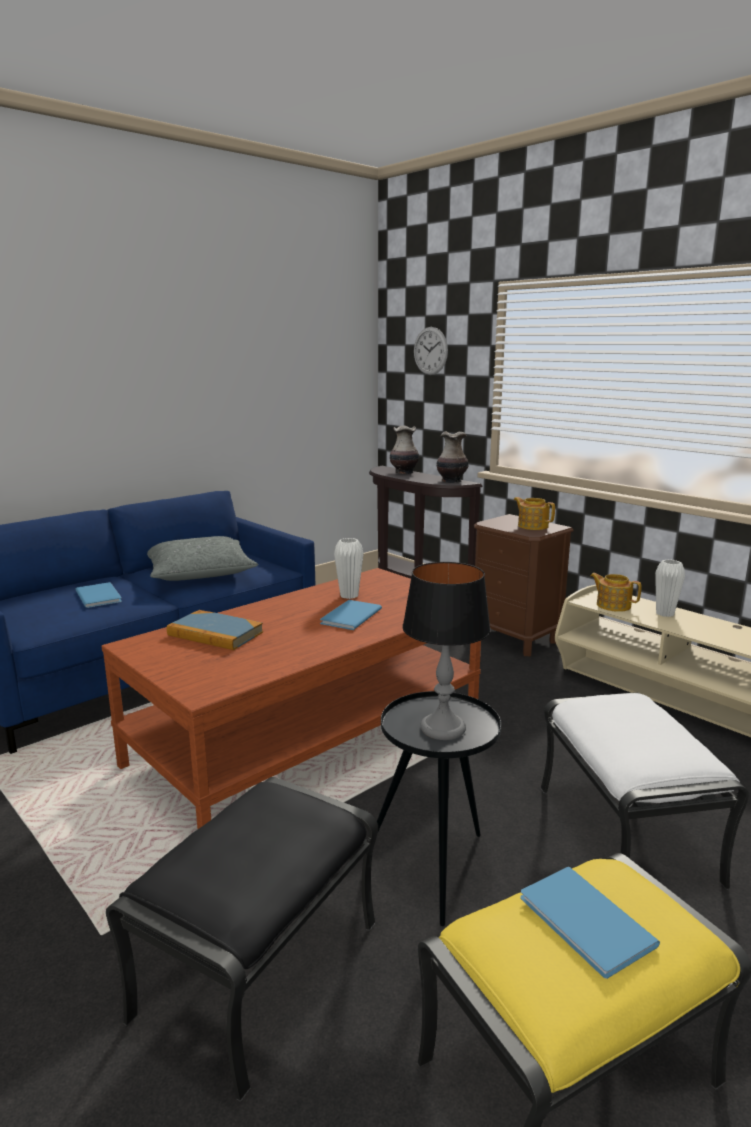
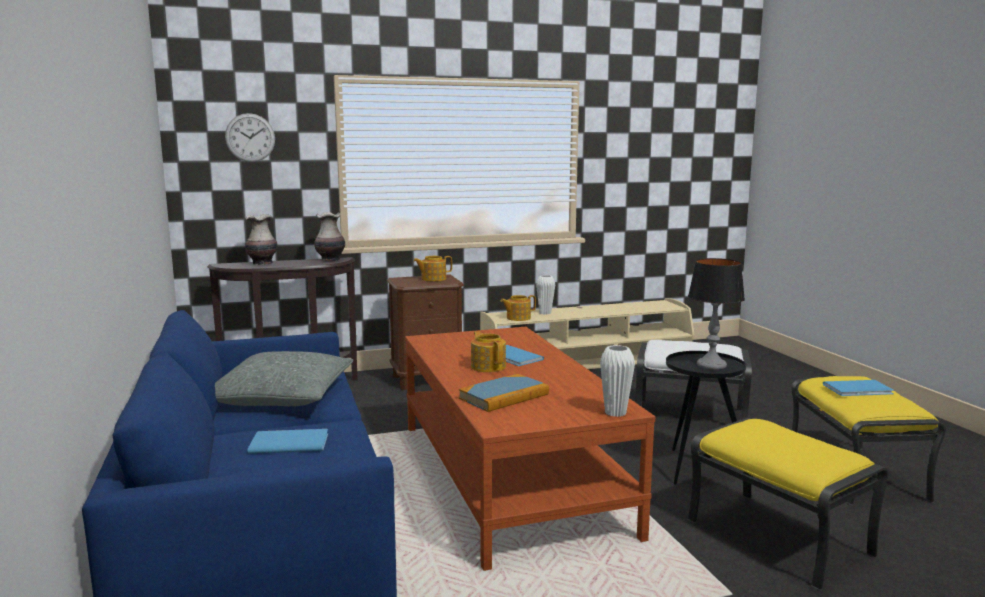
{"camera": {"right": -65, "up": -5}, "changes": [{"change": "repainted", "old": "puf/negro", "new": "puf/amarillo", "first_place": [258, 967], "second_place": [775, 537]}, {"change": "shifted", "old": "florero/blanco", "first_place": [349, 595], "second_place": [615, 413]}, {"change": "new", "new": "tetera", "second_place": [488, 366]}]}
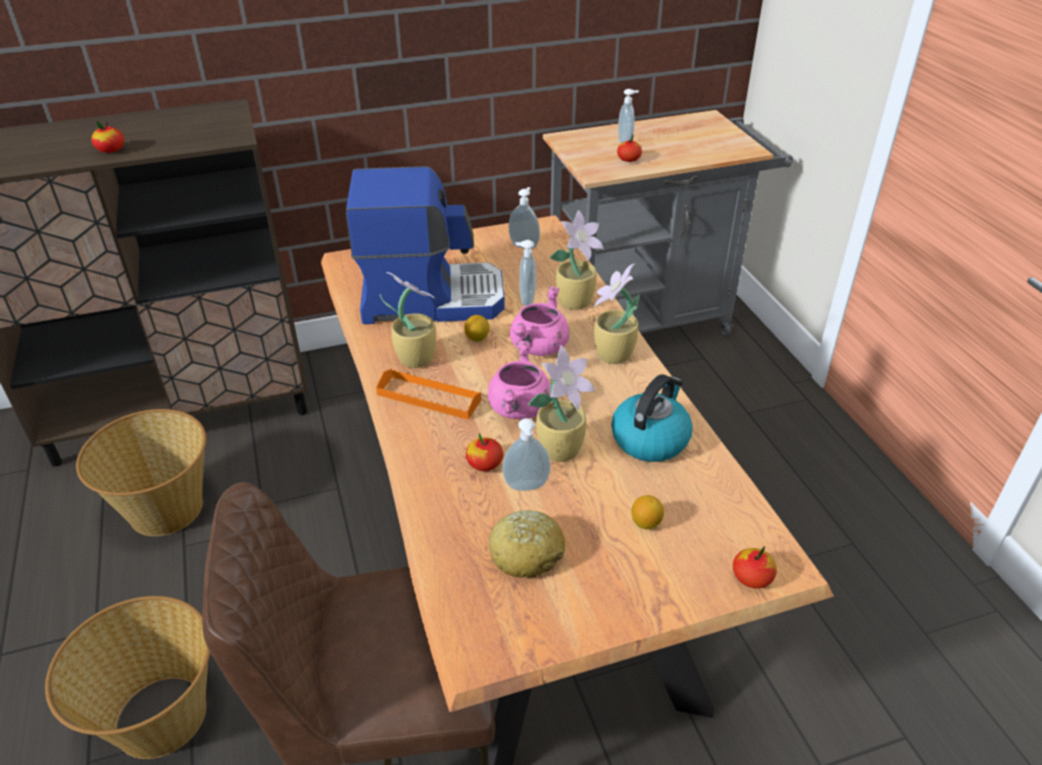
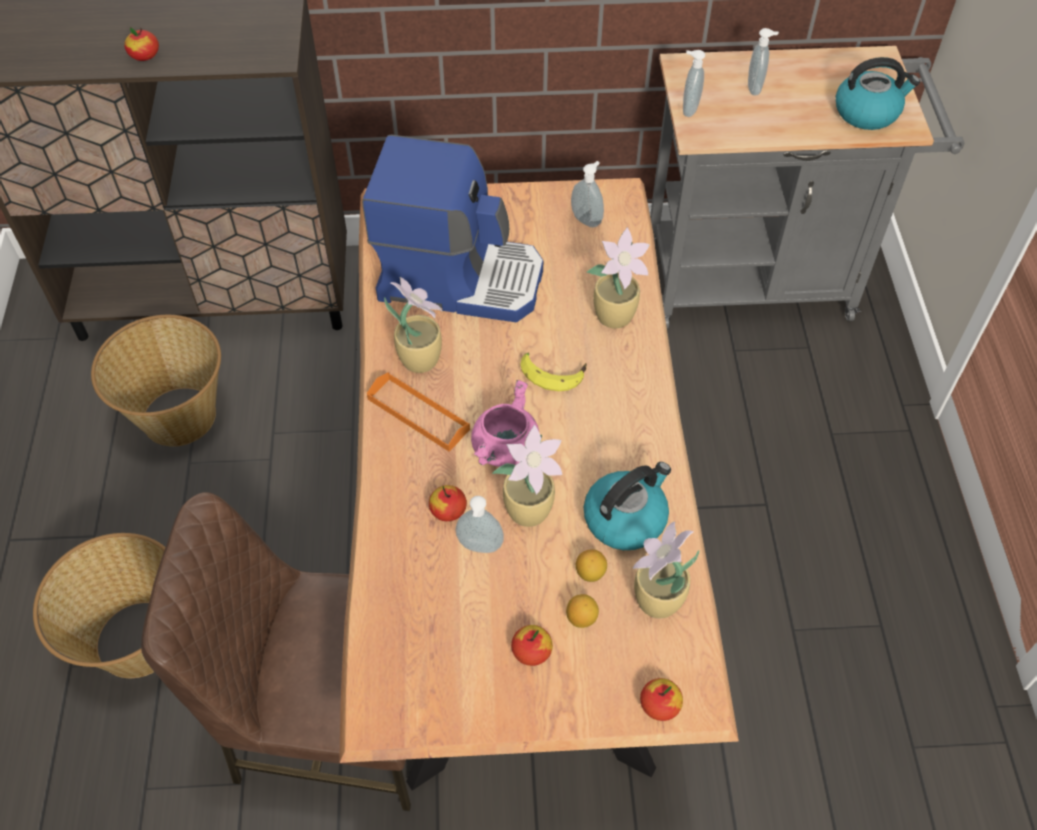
{"camera": {"right": 15, "up": 15}, "changes": [{"change": "shifted", "old": "limón", "first_place": [477, 338], "second_place": [590, 573]}, {"change": "gone", "old": "pan", "first_place": [527, 553]}, {"change": "swapped", "old": "olla/rosa", "new": "plátano", "first_place": [539, 347], "second_place": [553, 372]}, {"change": "shifted", "old": "dispensador de jabón", "first_place": [525, 300], "second_place": [688, 109]}, {"change": "shifted", "old": "planta en maceta", "first_place": [612, 356], "second_place": [656, 602]}, {"change": "shifted", "old": "manzana", "first_place": [628, 160], "second_place": [531, 651]}, {"change": "new", "new": "hervidor", "second_place": [867, 112]}]}
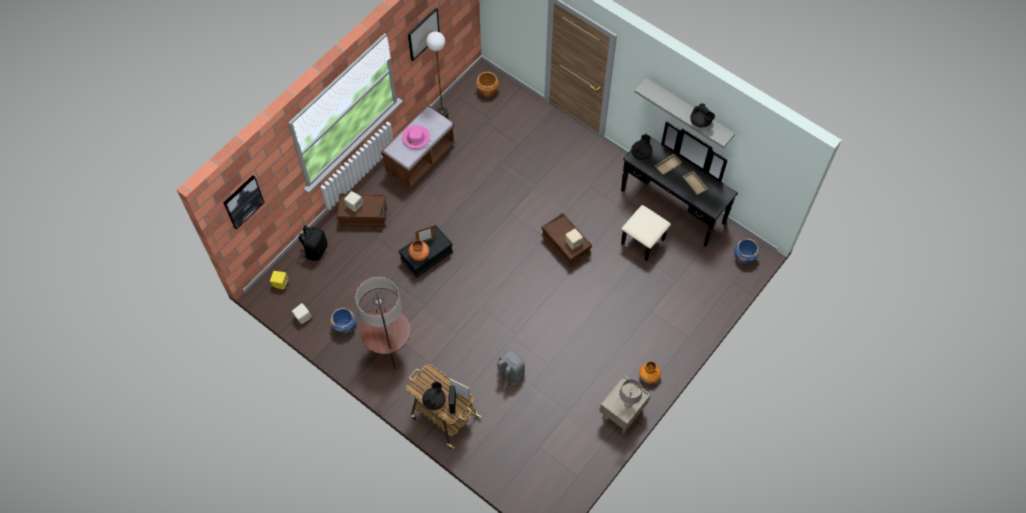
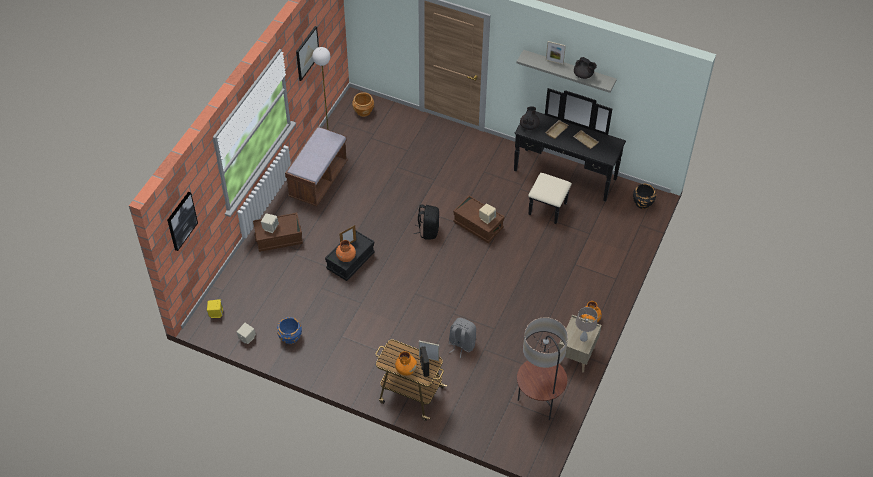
{"camera": {"right": -15, "up": -10}, "changes": [{"change": "shifted", "old": "mochila/negro", "first_place": [315, 250], "second_place": [428, 231]}, {"change": "shifted", "old": "lámpara de pie", "first_place": [390, 351], "second_place": [538, 405]}, {"change": "gone", "old": "sombrero/rosa", "first_place": [415, 138]}, {"change": "swapped", "old": "tetera/negro", "new": "florero/naranja", "first_place": [434, 401], "second_place": [406, 369]}, {"change": "repainted", "old": "maceta/azul", "new": "maceta/negro", "first_place": [744, 257], "second_place": [642, 203]}, {"change": "new", "new": "portarretratos", "second_place": [554, 62]}]}
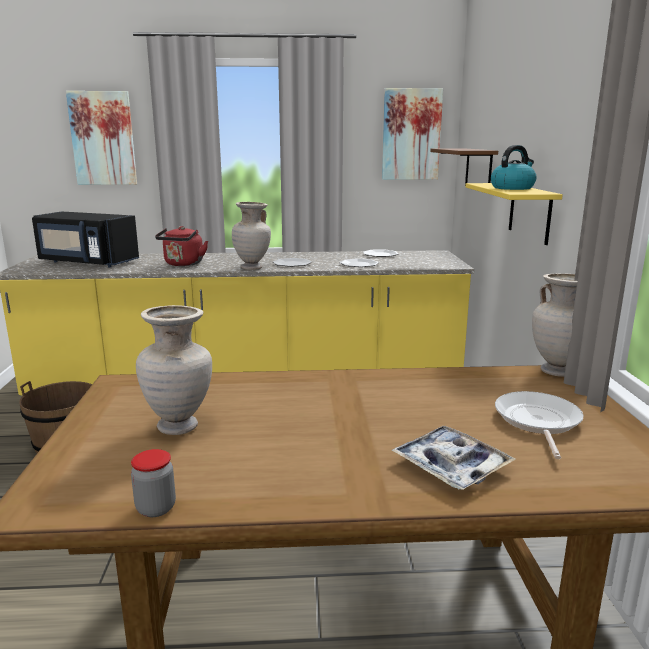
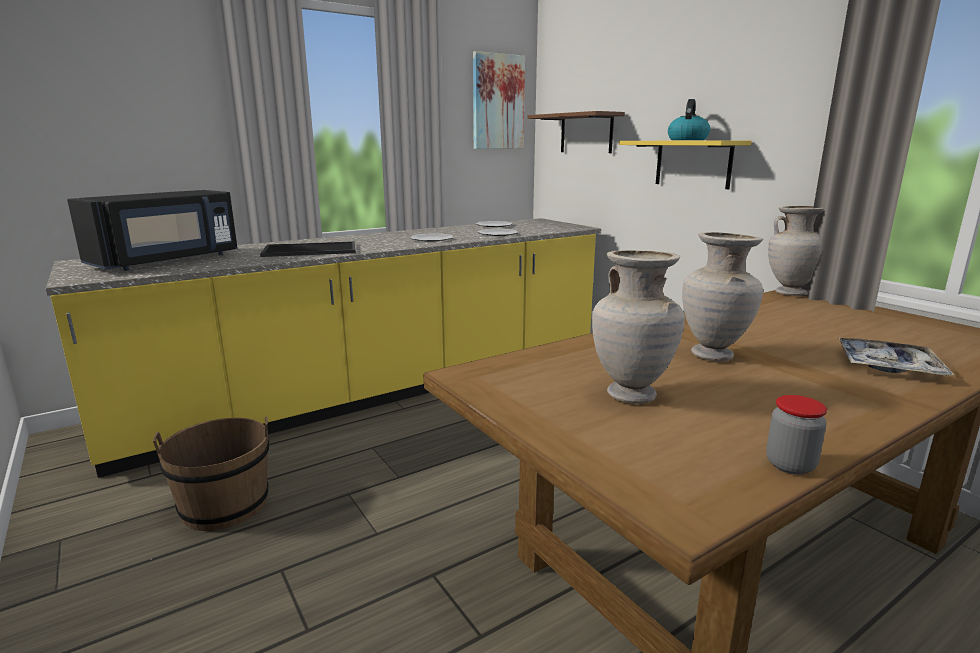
{"camera": {"right": -30, "up": 0}, "changes": [{"change": "rotated", "old": "microondas/negro", "first_place": [87, 262], "second_place": [168, 261], "degrees": -45}, {"change": "gone", "old": "cuadro", "first_place": [103, 138]}, {"change": "swapped", "old": "hervidor/rojo", "new": "bandeja", "first_place": [183, 264], "second_place": [309, 250]}, {"change": "shifted", "old": "florero/beis", "first_place": [252, 268], "second_place": [713, 355]}, {"change": "gone", "old": "sartén", "first_place": [537, 421]}]}
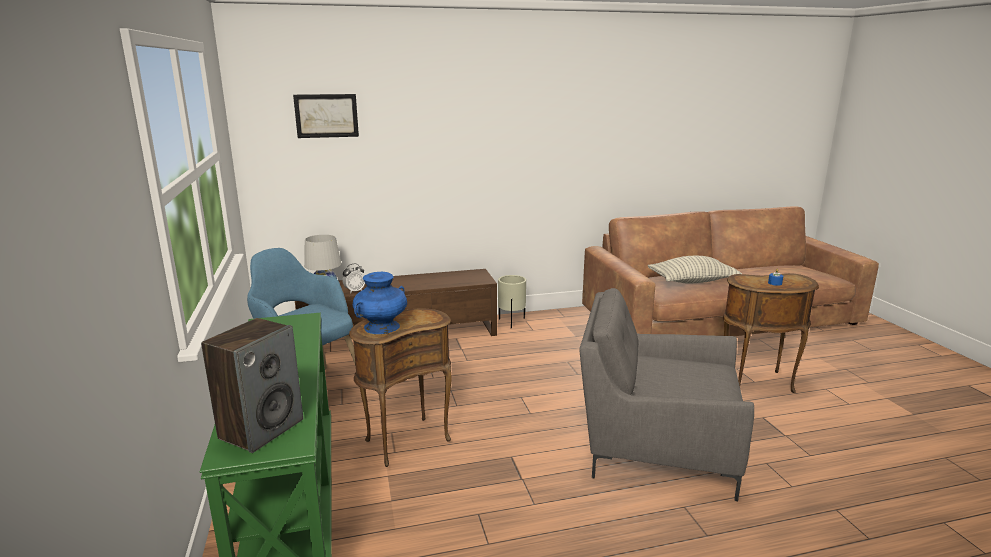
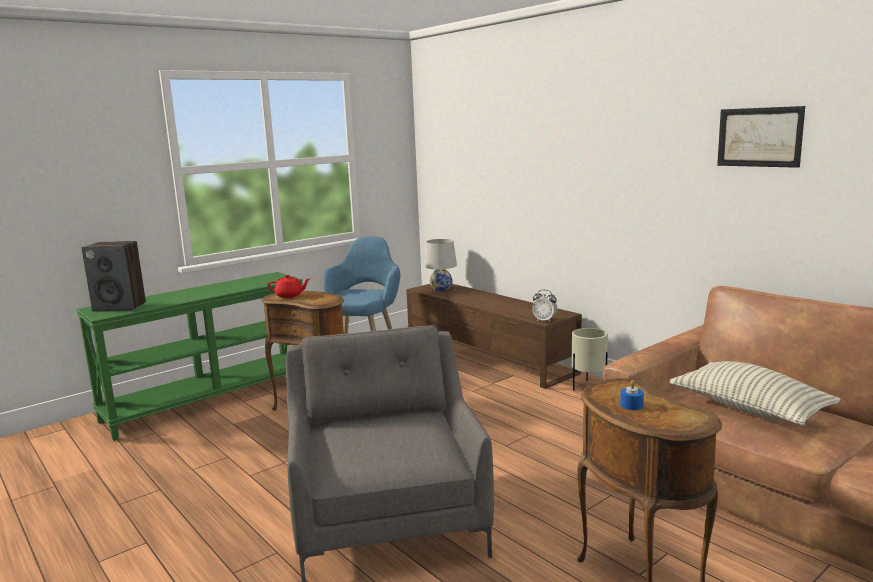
{"camera": {"right": 65, "up": -5}, "changes": [{"change": "shifted", "old": "cuadro", "first_place": [326, 116], "second_place": [759, 137]}, {"change": "shifted", "old": "despertador", "first_place": [354, 291], "second_place": [544, 320]}, {"change": "swapped", "old": "florero/azul", "new": "tetera/rojo", "first_place": [382, 327], "second_place": [289, 295]}]}
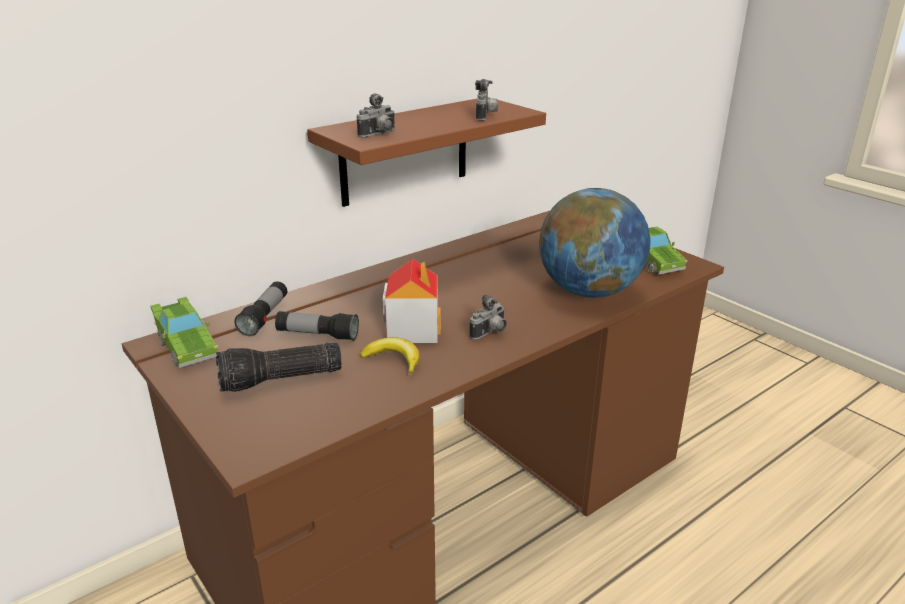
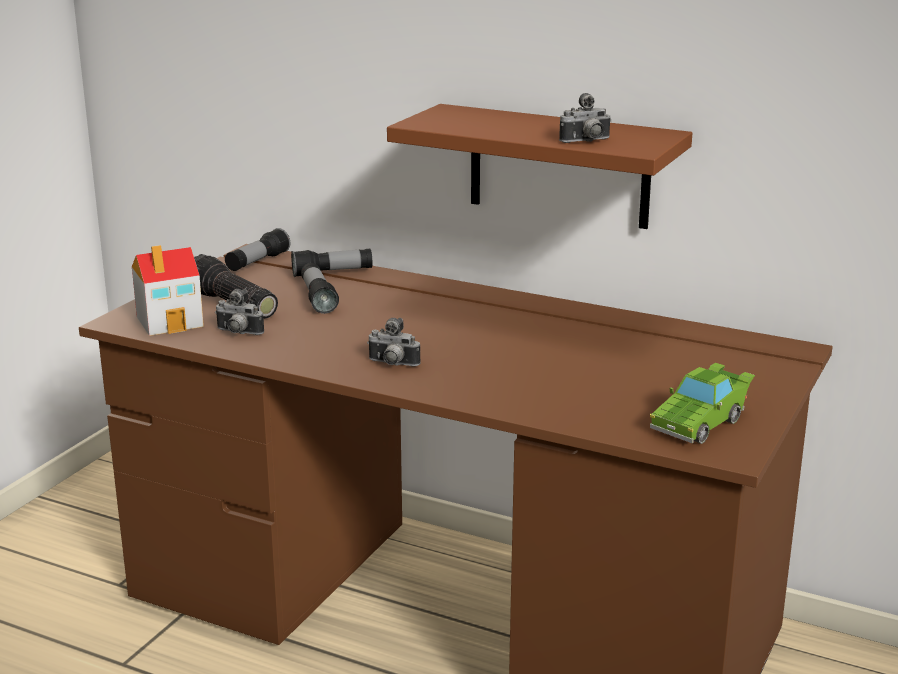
{"camera": {"right": 65, "up": -5}, "changes": [{"change": "swapped", "old": "coche de juguete/verde", "new": "linterna", "first_place": [186, 346], "second_place": [257, 262]}, {"change": "shifted", "old": "cámara", "first_place": [379, 134], "second_place": [238, 333]}, {"change": "gone", "old": "plátano", "first_place": [393, 360]}, {"change": "shifted", "old": "casita", "first_place": [413, 329], "second_place": [171, 321]}, {"change": "gone", "old": "globo terráqueo", "first_place": [589, 291]}]}
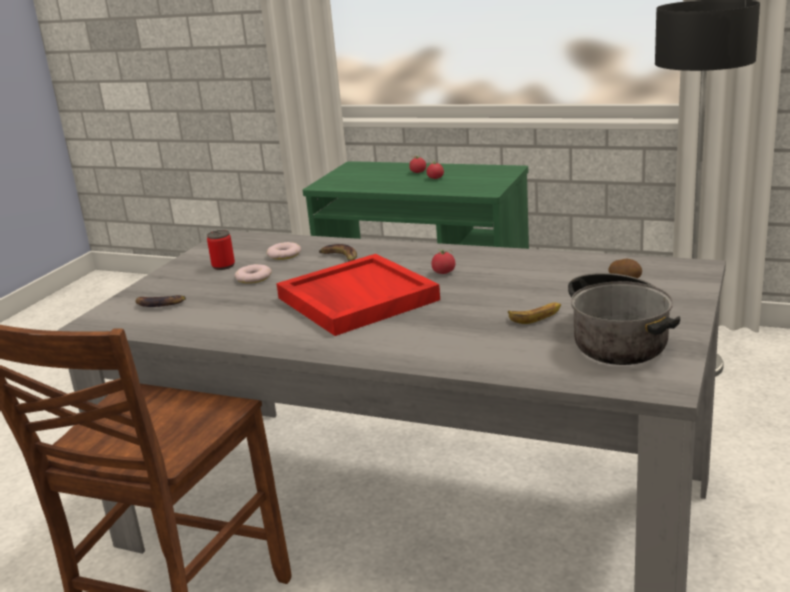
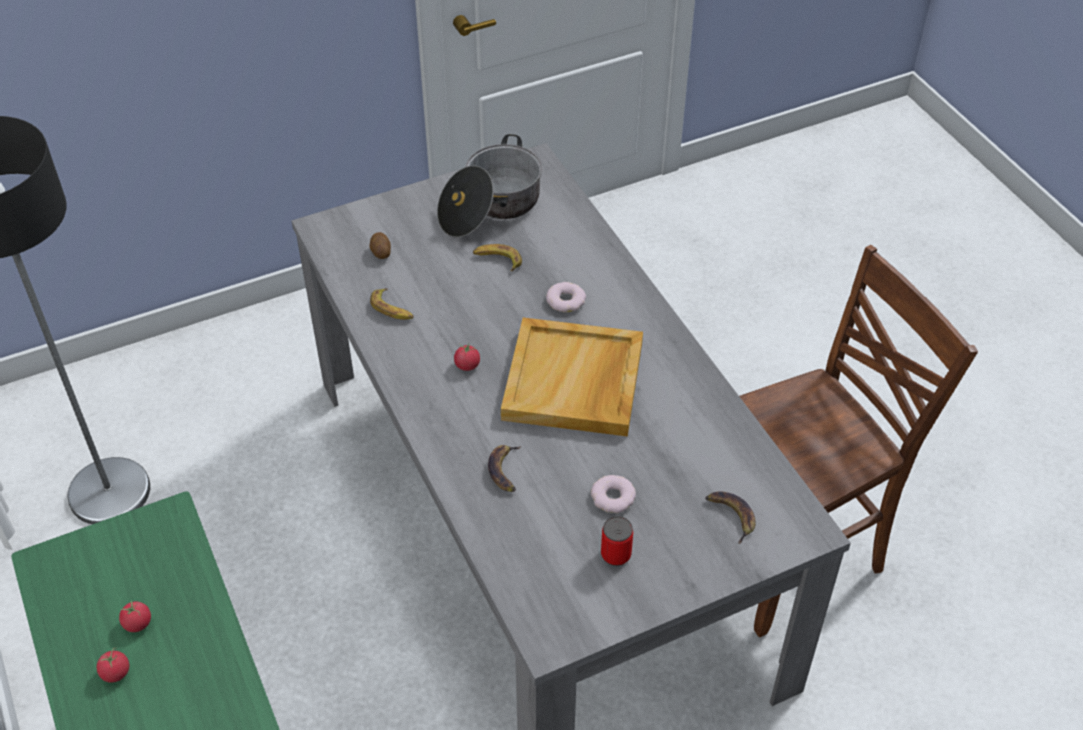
{"camera": {"right": -140, "up": 25}, "changes": [{"change": "shifted", "old": "rosquilla", "first_place": [284, 255], "second_place": [566, 300]}, {"change": "repainted", "old": "bandeja/rojo", "new": "bandeja/beis", "first_place": [356, 299], "second_place": [574, 382]}, {"change": "new", "new": "plátano", "second_place": [392, 309]}]}
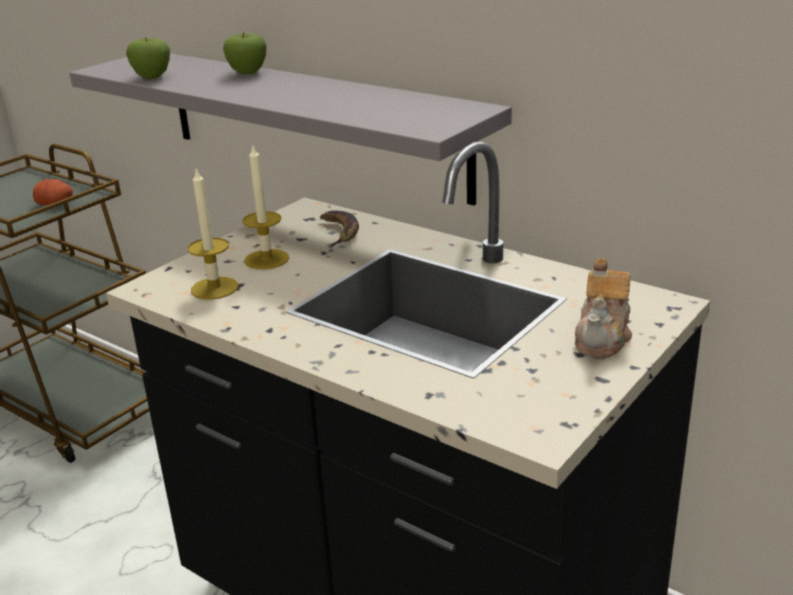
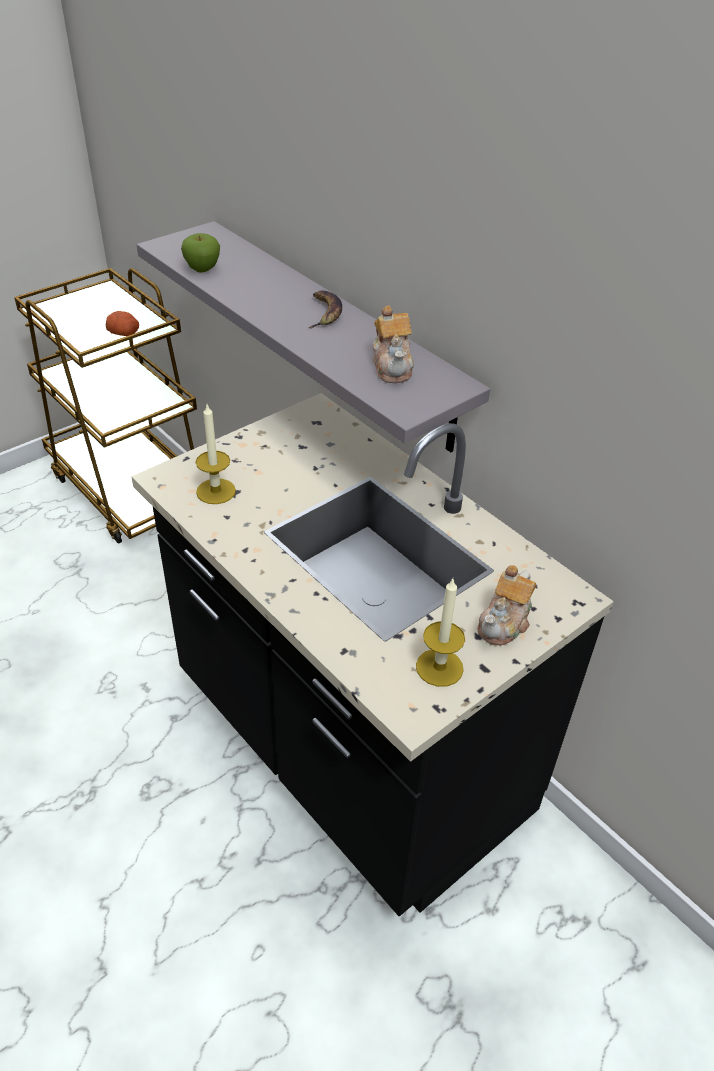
{"camera": {"right": 10, "up": 15}, "changes": [{"change": "gone", "old": "manzana", "first_place": [247, 73]}, {"change": "shifted", "old": "vela", "first_place": [266, 259], "second_place": [439, 667]}, {"change": "shifted", "old": "plátano", "first_place": [338, 232], "second_place": [324, 313]}, {"change": "new", "new": "tetera", "second_place": [392, 366]}]}
